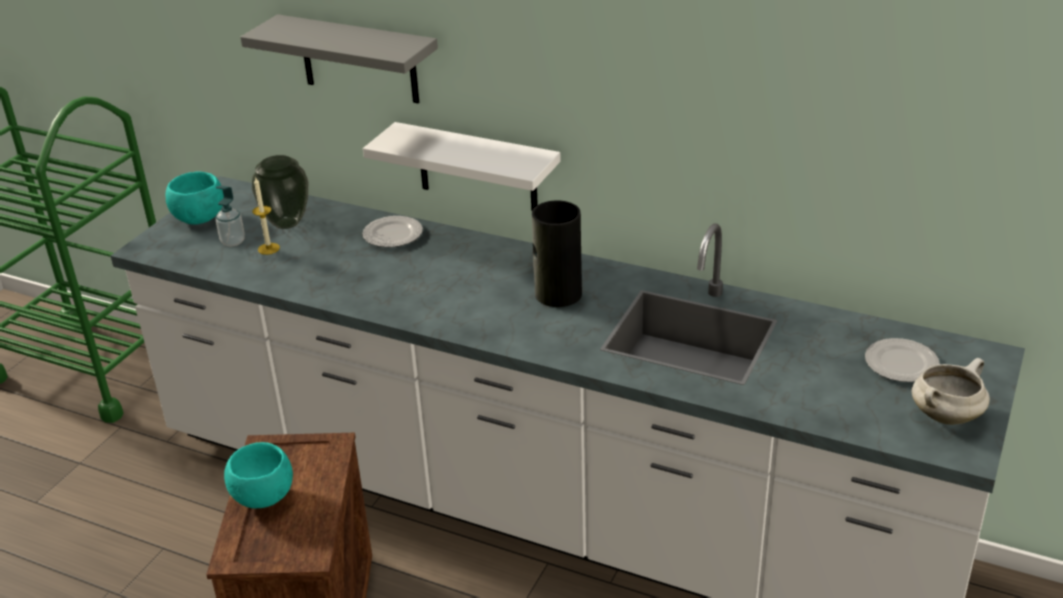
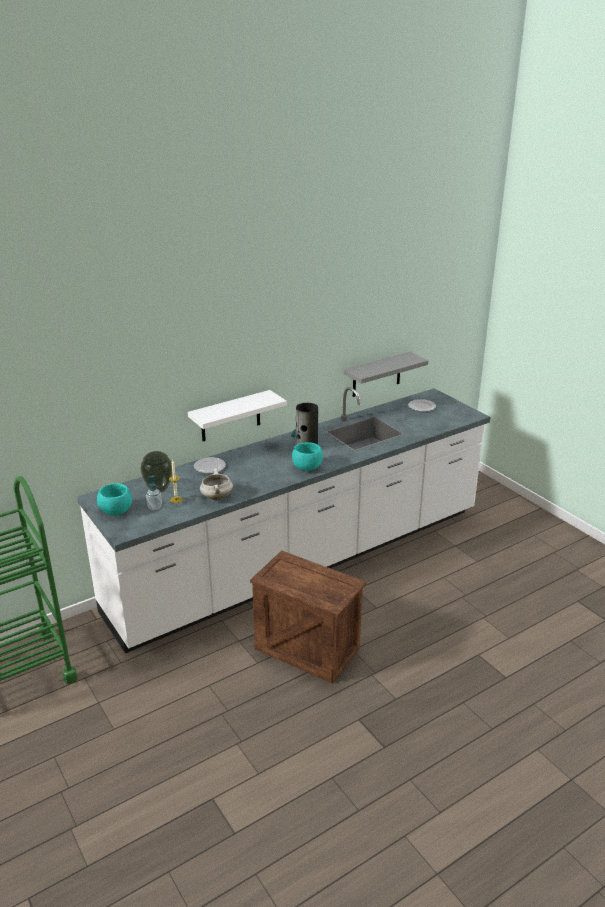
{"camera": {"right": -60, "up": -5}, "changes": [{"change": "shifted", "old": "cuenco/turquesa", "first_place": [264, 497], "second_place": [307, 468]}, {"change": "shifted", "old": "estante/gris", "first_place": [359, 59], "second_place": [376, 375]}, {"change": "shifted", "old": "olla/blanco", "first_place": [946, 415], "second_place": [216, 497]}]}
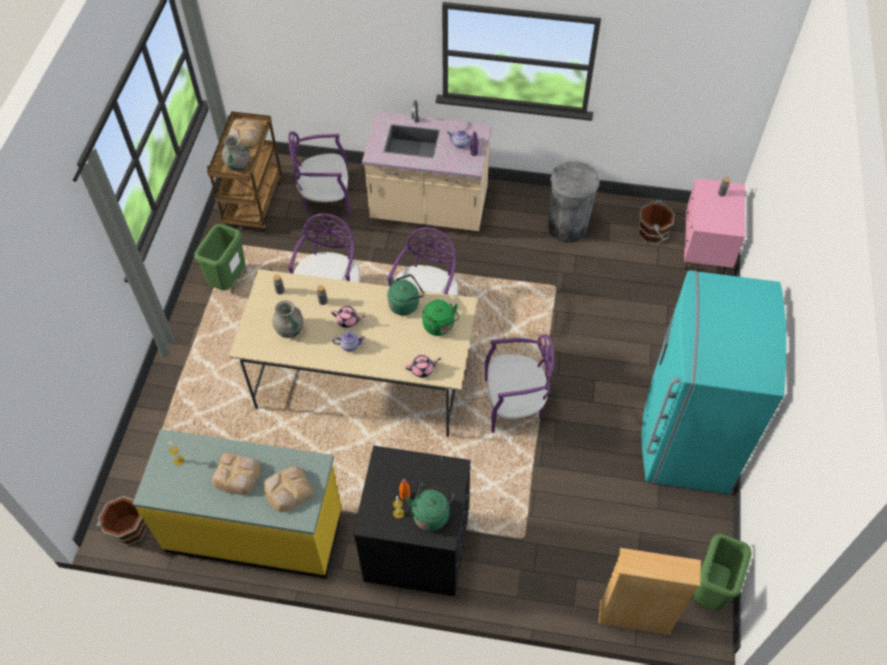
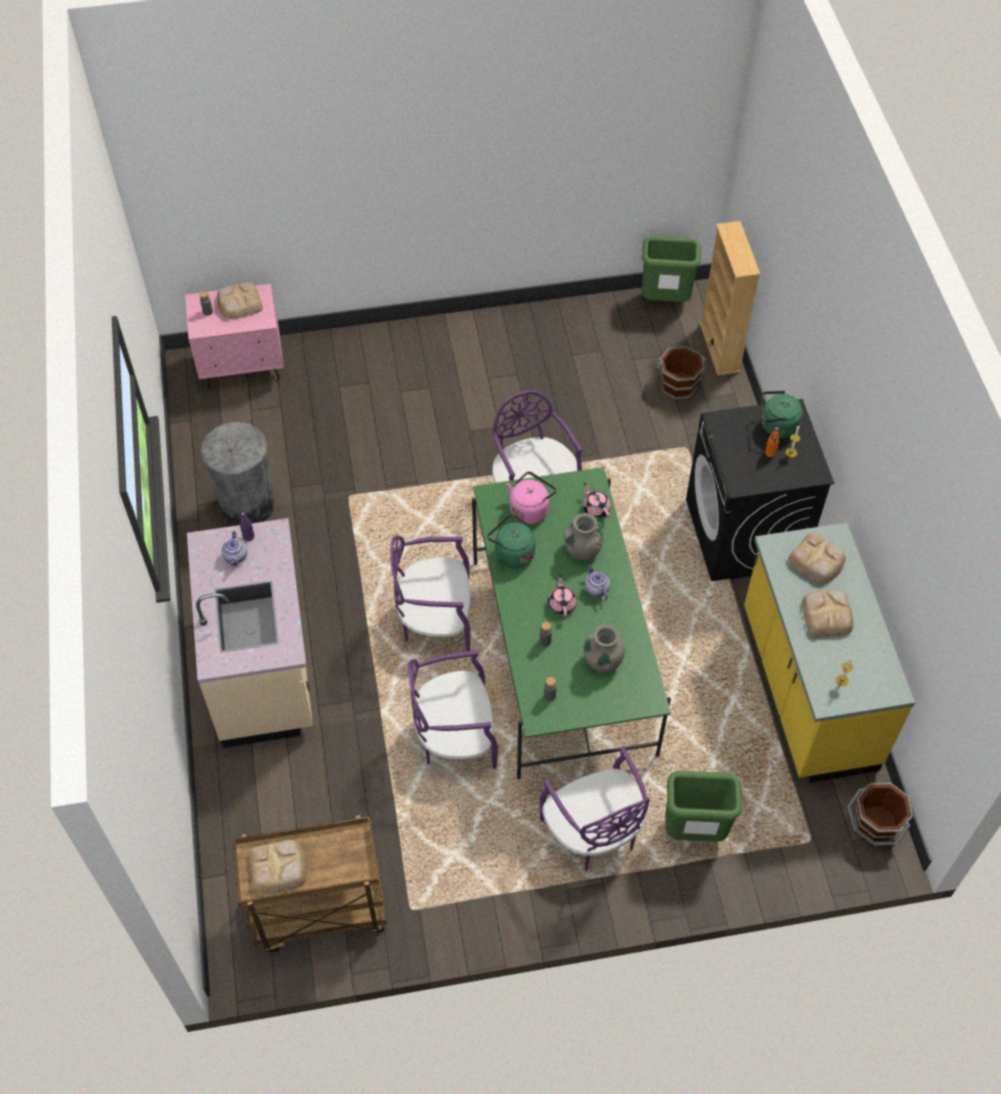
{"camera": {"right": -110, "up": 0}, "changes": [{"change": "shifted", "old": "papelera/verde", "first_place": [229, 281], "second_place": [694, 831]}, {"change": "shifted", "old": "florero/gris", "first_place": [238, 165], "second_place": [582, 550]}, {"change": "repainted", "old": "mesa de comedor/beis", "new": "mesa de comedor/verde", "first_place": [362, 377], "second_place": [562, 656]}, {"change": "shifted", "old": "silla/morado", "first_place": [326, 199], "second_place": [593, 833]}, {"change": "repainted", "old": "hervidor/verde", "new": "hervidor/rosa", "first_place": [440, 327], "second_place": [530, 509]}, {"change": "shifted", "old": "cubo/marrón", "first_place": [653, 233], "second_place": [678, 385]}, {"change": "gone", "old": "nevera/turquesa", "first_place": [685, 436]}, {"change": "new", "new": "pan", "second_place": [239, 303]}]}
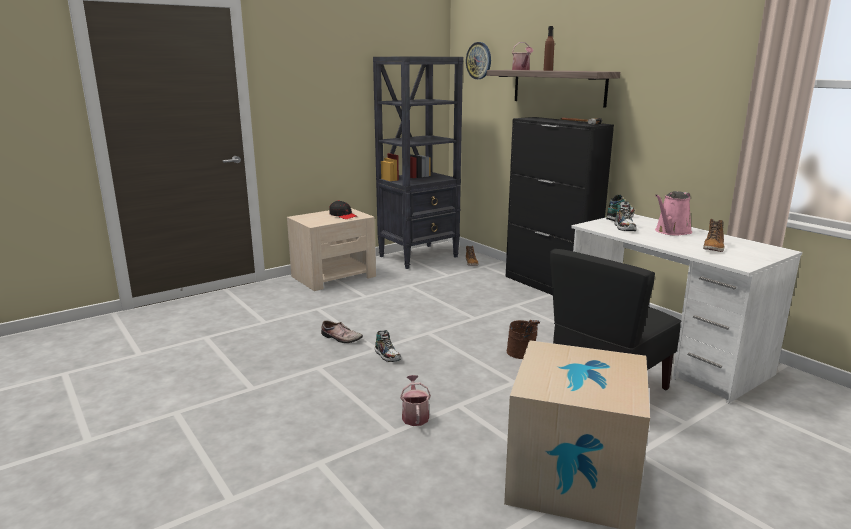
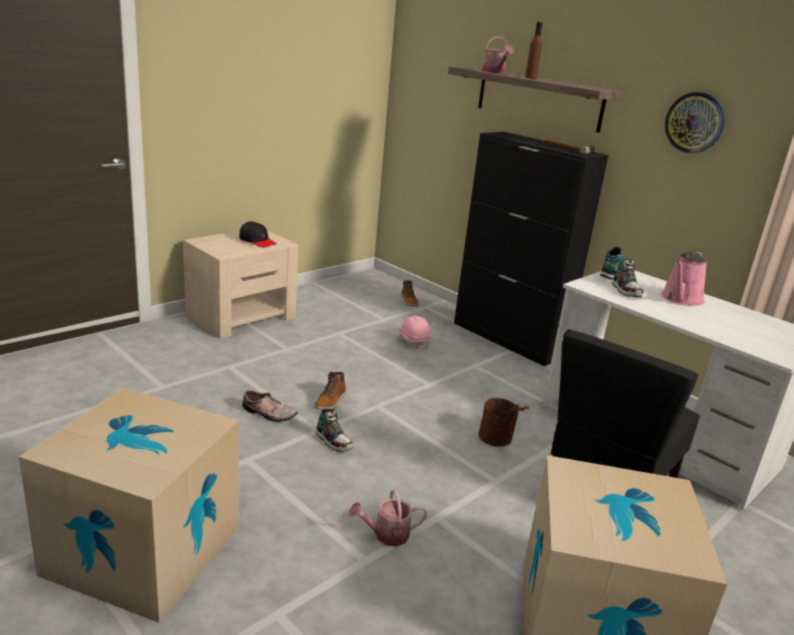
{"camera": {"right": -10, "up": 5}, "changes": [{"change": "gone", "old": "estantería/negro", "first_place": [419, 256]}, {"change": "rotated", "old": "regadera", "first_place": [415, 415], "second_place": [386, 535], "degrees": -90}, {"change": "shifted", "old": "reloj de pared", "first_place": [479, 60], "second_place": [695, 122]}, {"change": "shifted", "old": "bota", "first_place": [713, 247], "second_place": [331, 401]}, {"change": "new", "new": "caja de cartón", "second_place": [143, 550]}, {"change": "new", "new": "casco/rosa", "second_place": [413, 341]}]}
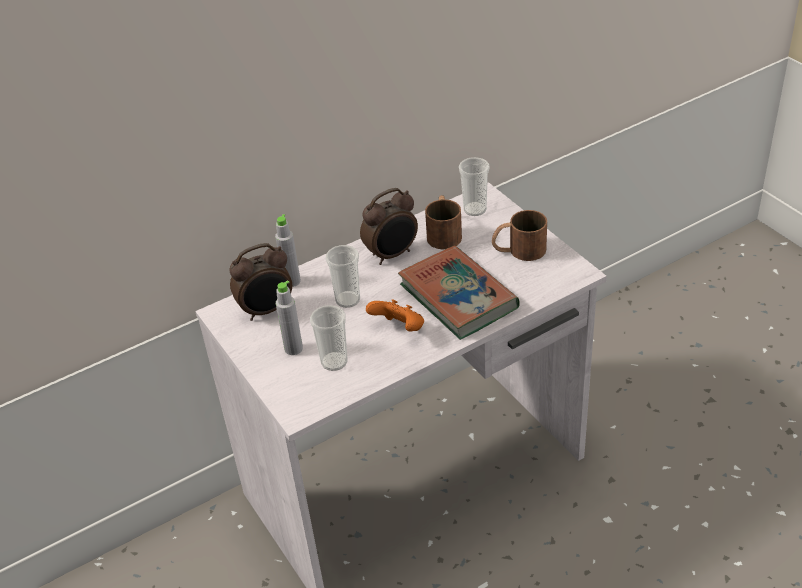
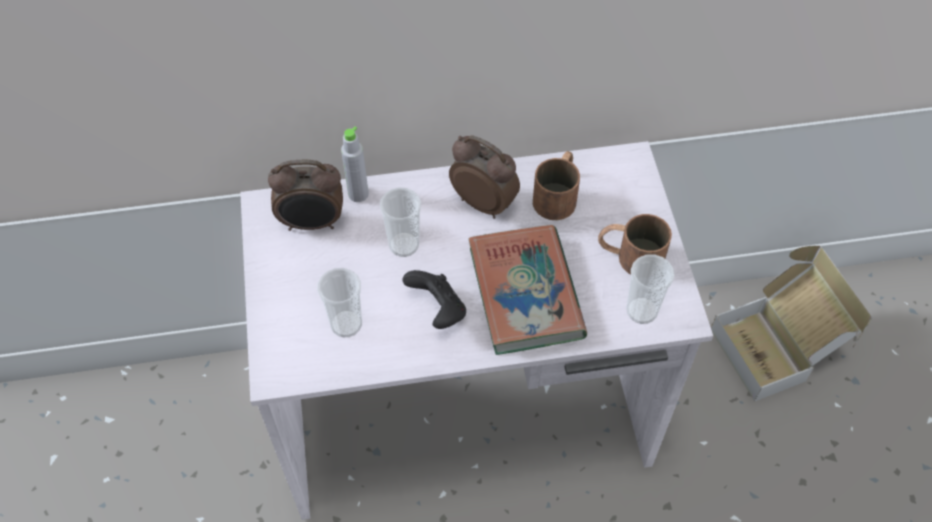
{"camera": {"right": 20, "up": 15}, "changes": [{"change": "gone", "old": "botella/gris", "first_place": [293, 348]}, {"change": "rotated", "old": "despertador", "first_place": [392, 255], "second_place": [484, 202], "degrees": -135}, {"change": "repainted", "old": "mando de consola/naranja", "new": "mando de consola/negro", "first_place": [399, 329], "second_place": [438, 310]}, {"change": "shifted", "old": "taza", "first_place": [475, 209], "second_place": [641, 311]}, {"change": "new", "new": "caja de cartón", "second_place": [777, 347]}]}
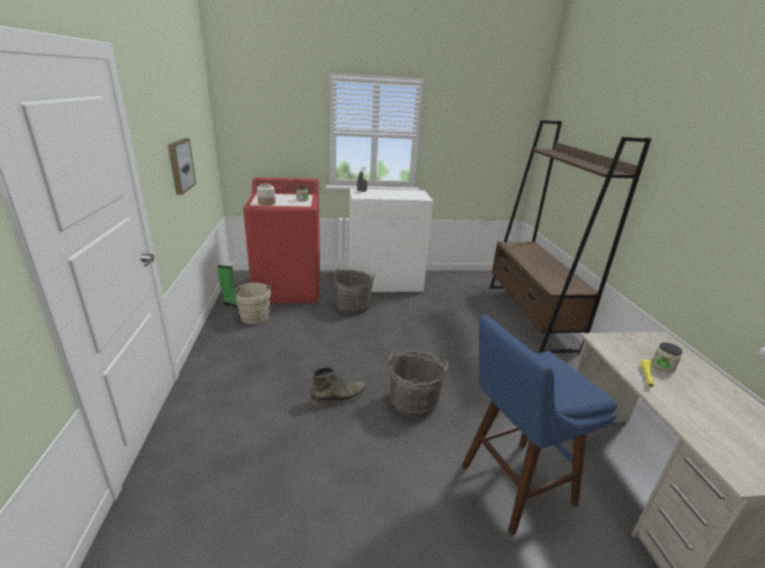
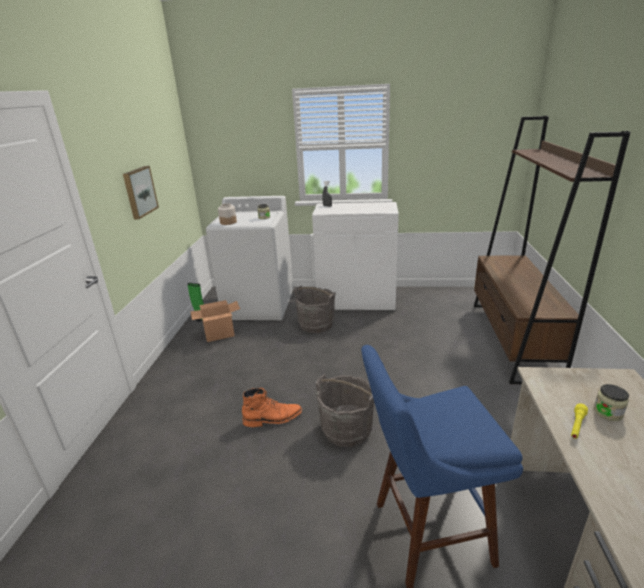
{"camera": {"right": 15, "up": 0}, "changes": [{"change": "swapped", "old": "cubo/beis", "new": "caja de cartón", "first_place": [255, 318], "second_place": [219, 334]}, {"change": "repainted", "old": "lavadora/rojo", "new": "lavadora/blanco", "first_place": [289, 289], "second_place": [259, 305]}, {"change": "repainted", "old": "bota/verde", "new": "bota/naranja", "first_place": [339, 397], "second_place": [273, 418]}]}
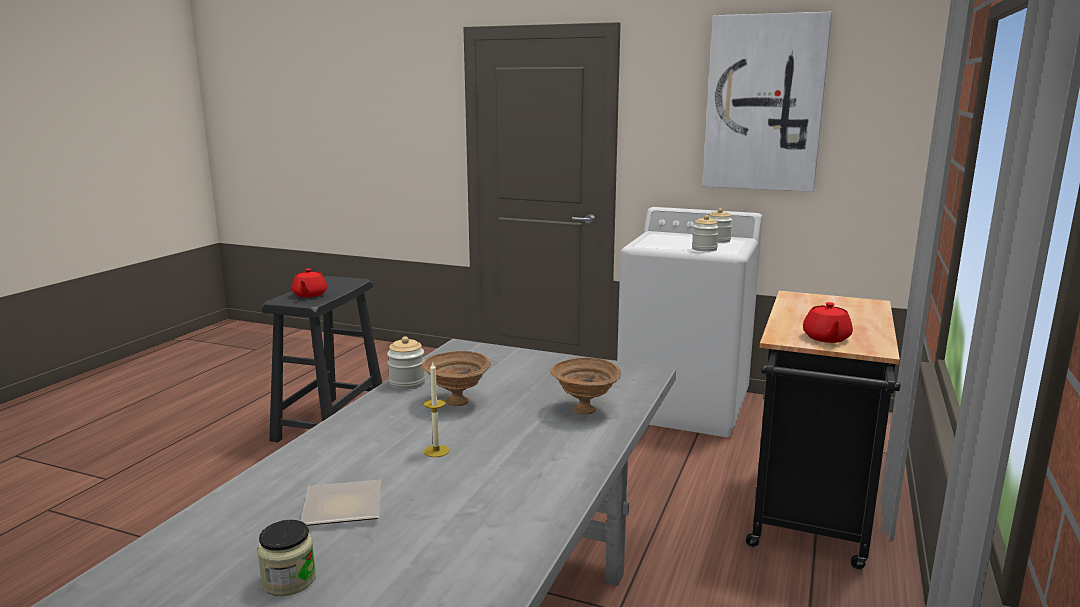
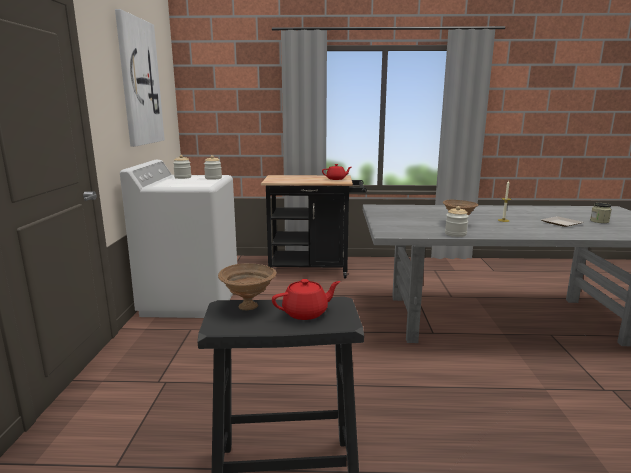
{"camera": {"right": -110, "up": 0}, "changes": [{"change": "shifted", "old": "cuenco/marrón", "first_place": [586, 410], "second_place": [249, 306]}]}
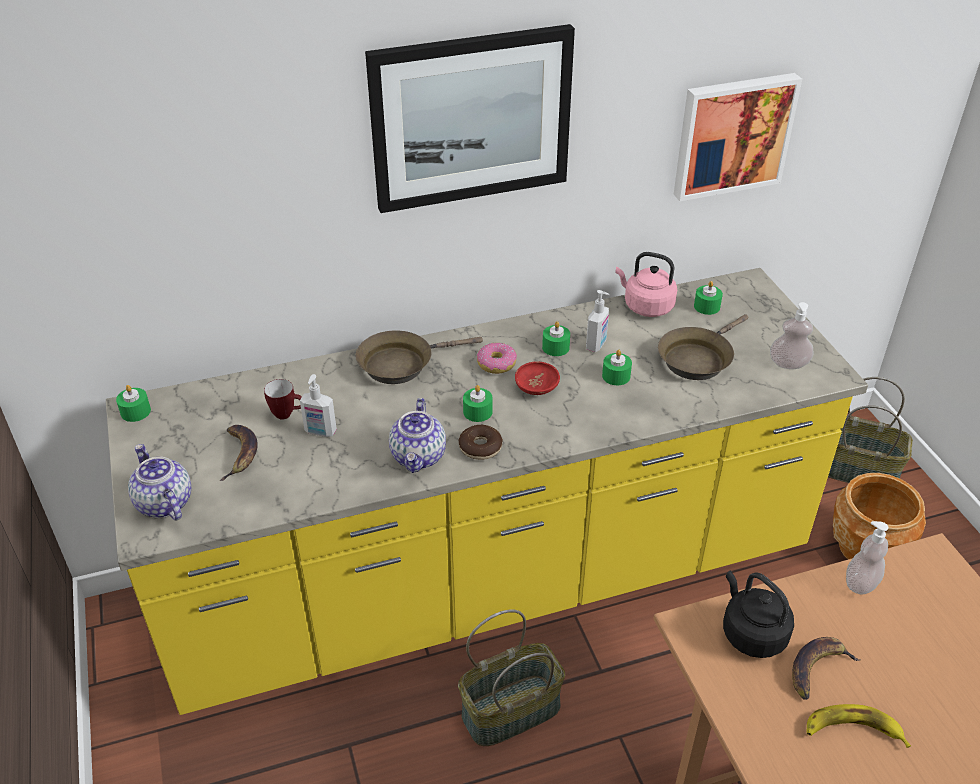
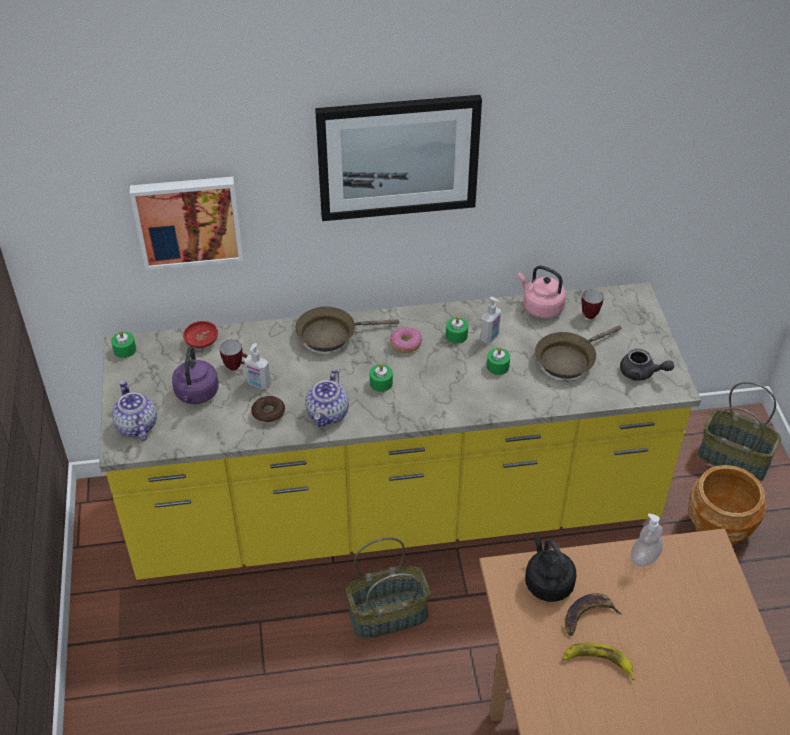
{"camera": {"right": 10, "up": 5}, "changes": [{"change": "swapped", "old": "plátano", "new": "hervidor/morado", "first_place": [240, 454], "second_place": [196, 394]}, {"change": "shifted", "old": "rosquilla", "first_place": [480, 447], "second_place": [268, 414]}, {"change": "shifted", "old": "cuenco/rojo", "first_place": [536, 388], "second_place": [202, 342]}, {"change": "shifted", "old": "cuadro", "first_place": [732, 135], "second_place": [188, 220]}, {"change": "swapped", "old": "vela/verde", "new": "taza grande", "first_place": [706, 306], "second_place": [591, 313]}, {"change": "swapped", "old": "dispensador de jabón", "new": "tetera/gris", "first_place": [788, 364], "second_place": [641, 373]}]}
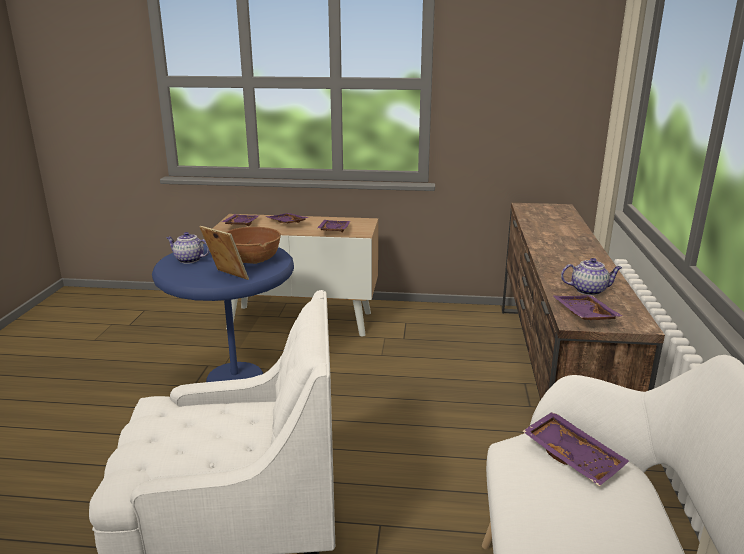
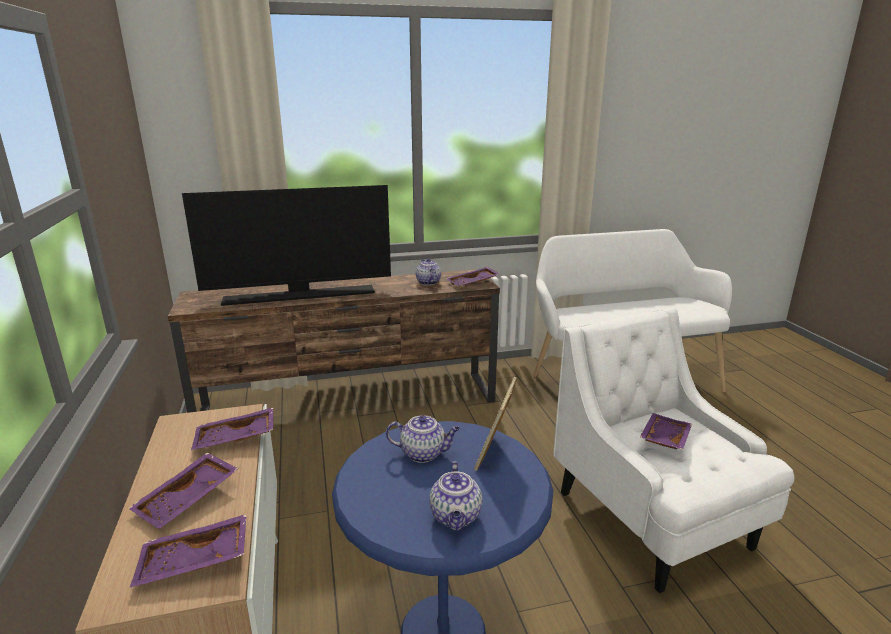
{"camera": {"right": -110, "up": 0}, "changes": [{"change": "swapped", "old": "cuenco/marrón", "new": "tetera", "first_place": [252, 260], "second_place": [424, 453]}, {"change": "shifted", "old": "bandeja/morado", "first_place": [573, 456], "second_place": [663, 438]}, {"change": "new", "new": "televisor", "second_place": [300, 295]}]}
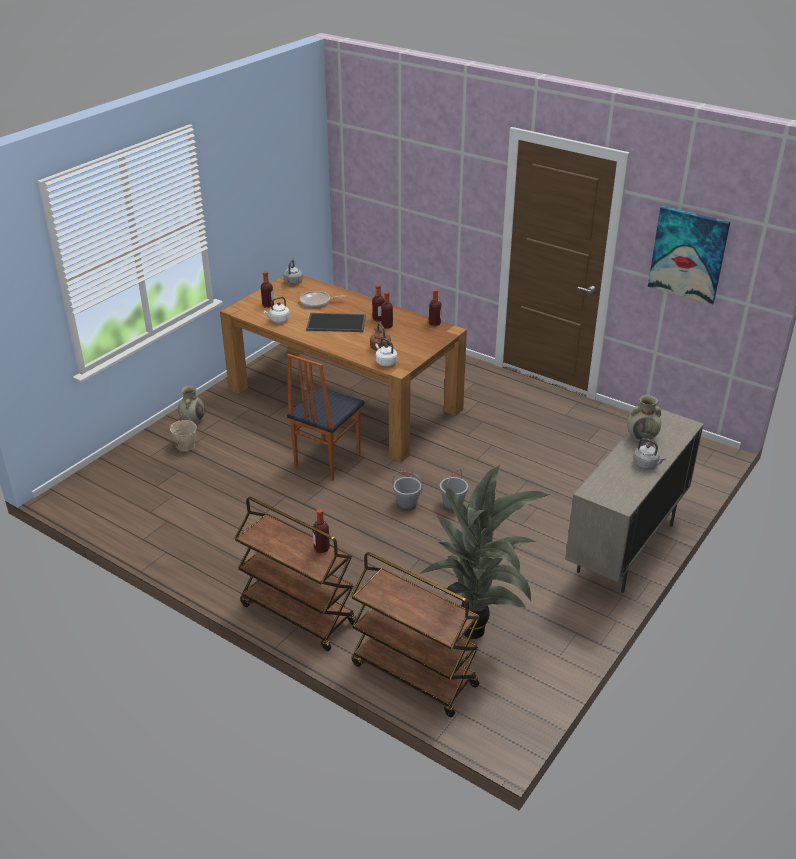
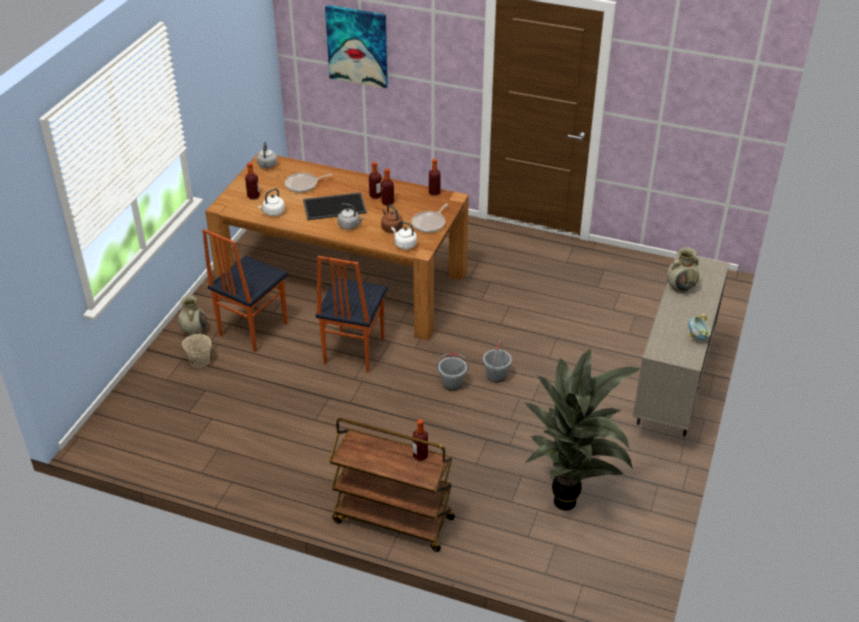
{"camera": {"right": -15, "up": 5}, "changes": [{"change": "gone", "old": "carrito/marrón", "first_place": [413, 674]}, {"change": "shifted", "old": "hervidor/gris", "first_place": [646, 465], "second_place": [350, 226]}, {"change": "shifted", "old": "cuadro", "first_place": [688, 254], "second_place": [357, 46]}, {"change": "new", "new": "silla", "second_place": [252, 329]}, {"change": "new", "new": "sartén", "second_place": [429, 223]}, {"change": "new", "new": "cuenco", "second_place": [697, 337]}]}
